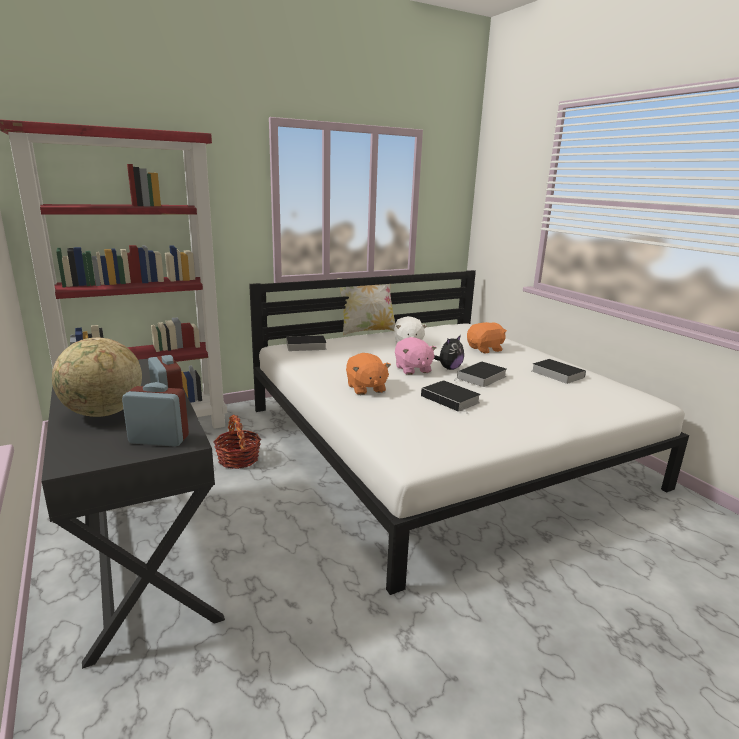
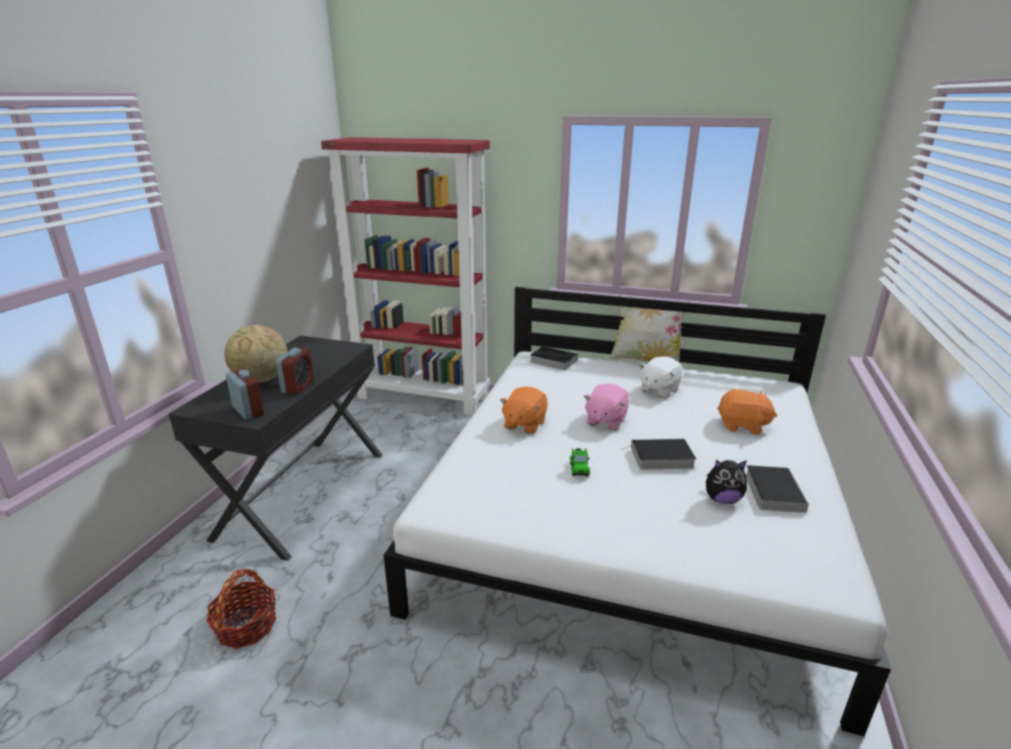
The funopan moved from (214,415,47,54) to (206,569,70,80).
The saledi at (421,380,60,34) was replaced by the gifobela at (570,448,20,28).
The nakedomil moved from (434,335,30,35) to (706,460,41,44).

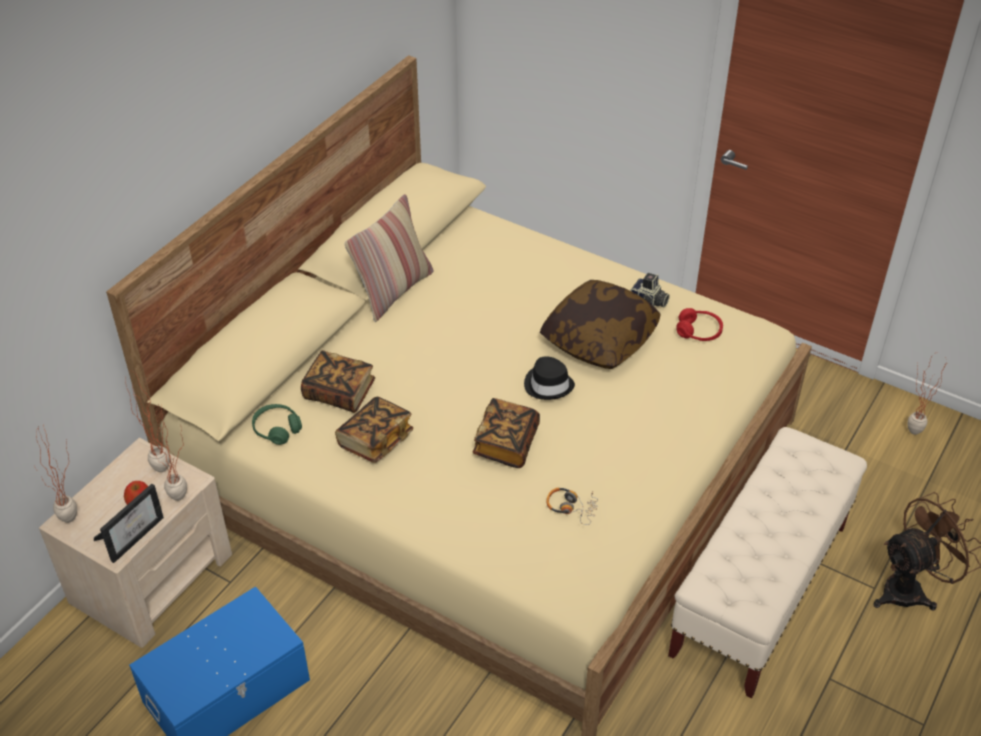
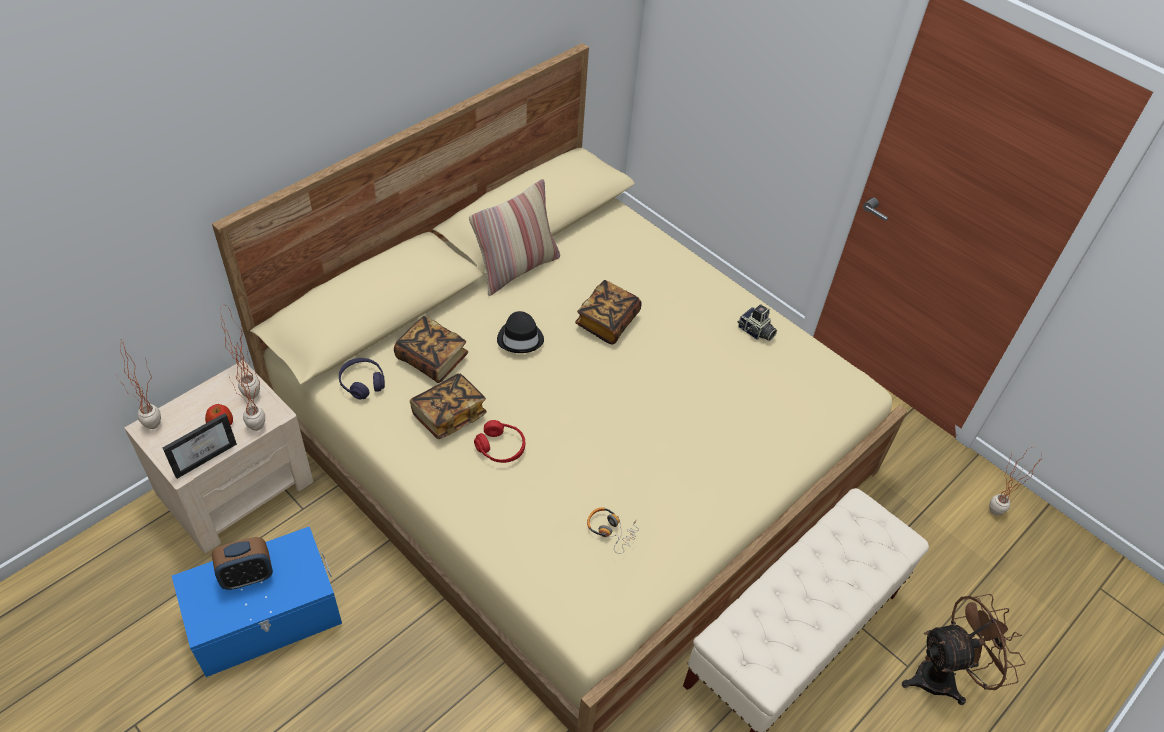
The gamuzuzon at (212,537,61,53) appeared.
The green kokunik at (252,404,50,41) became the purple kokunik at (339,358,46,41).
The red kokunik moved from (676,308,47,33) to (474,420,51,43).
The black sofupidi moved from (524,356,51,44) to (497,311,47,42).
The saledi moved from (473,398,67,70) to (575,280,67,64).
The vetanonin at (540,280,121,89) disappeared.

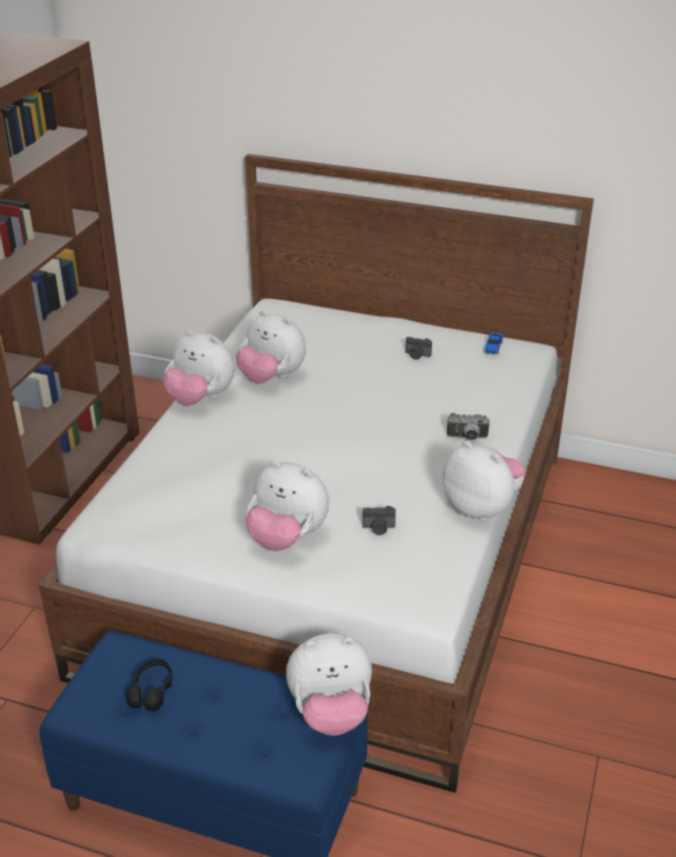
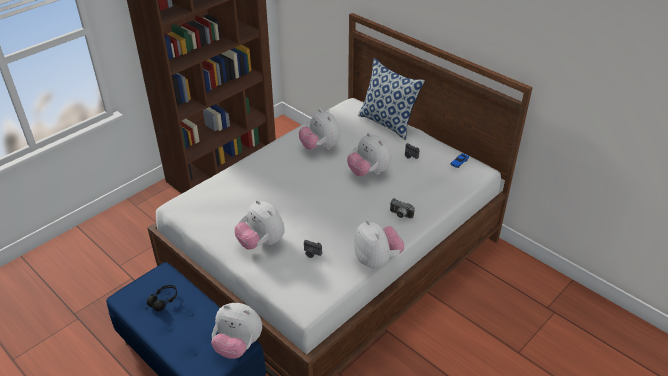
The nakedomil moved from (163,330,72,76) to (347,133,44,43).
The vetanonin at (358,58,67,82) appeared.

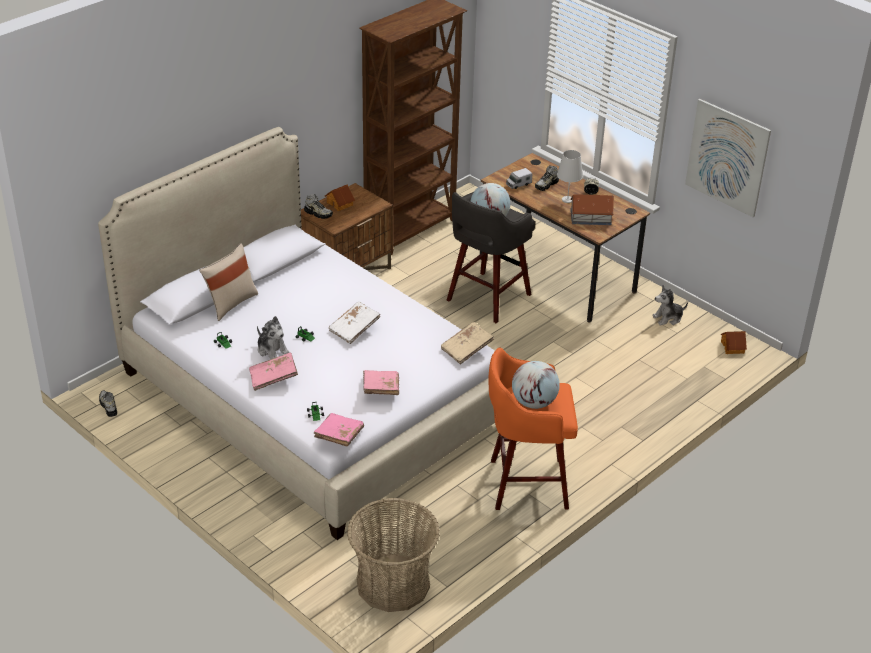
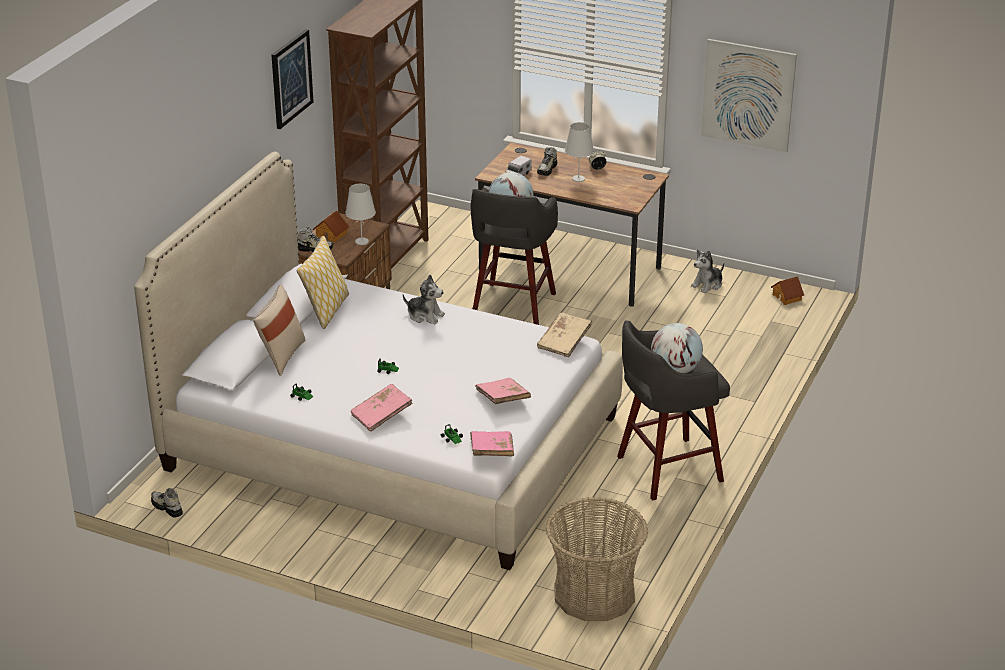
The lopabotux at (271,29,42,100) appeared.
The vetanonin at (297,236,52,93) appeared.
The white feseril at (345,184,31,61) appeared.
The nakedomil moved from (257,316,33,43) to (403,275,42,49).
The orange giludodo at (489,347,89,163) became the grey giludodo at (617,320,113,181).
The white saledi at (329,302,52,42) disappeared.
The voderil at (570,194,44,31) disappeared.

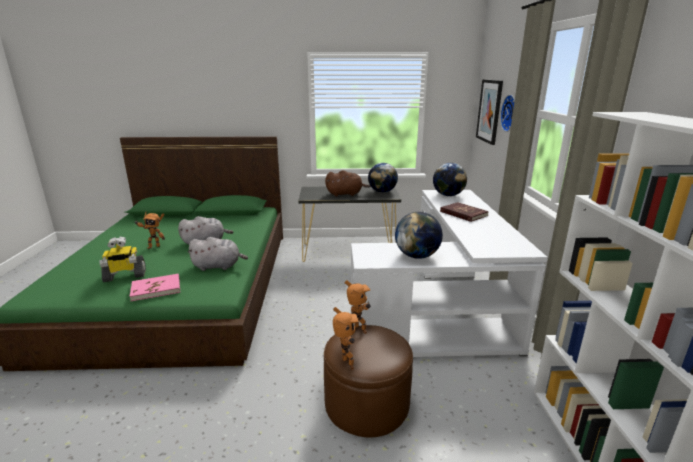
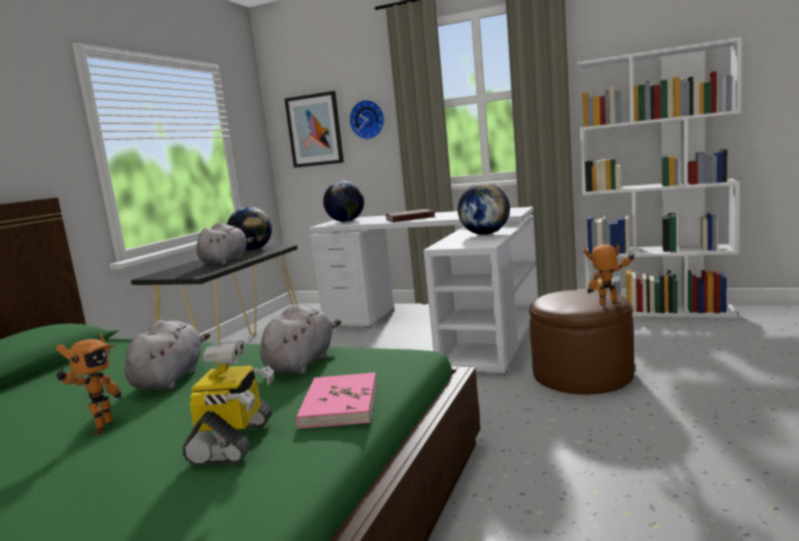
The brown nakedomil at (325,170,45,26) became the grey nakedomil at (196,222,58,43).
The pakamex at (345,280,26,54) disappeared.

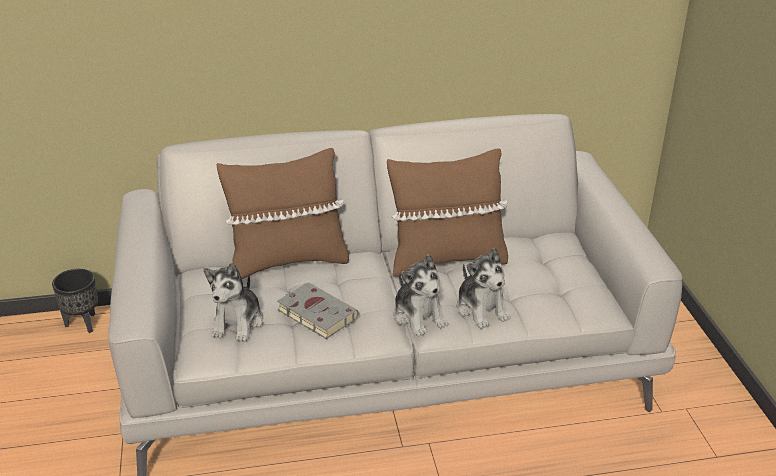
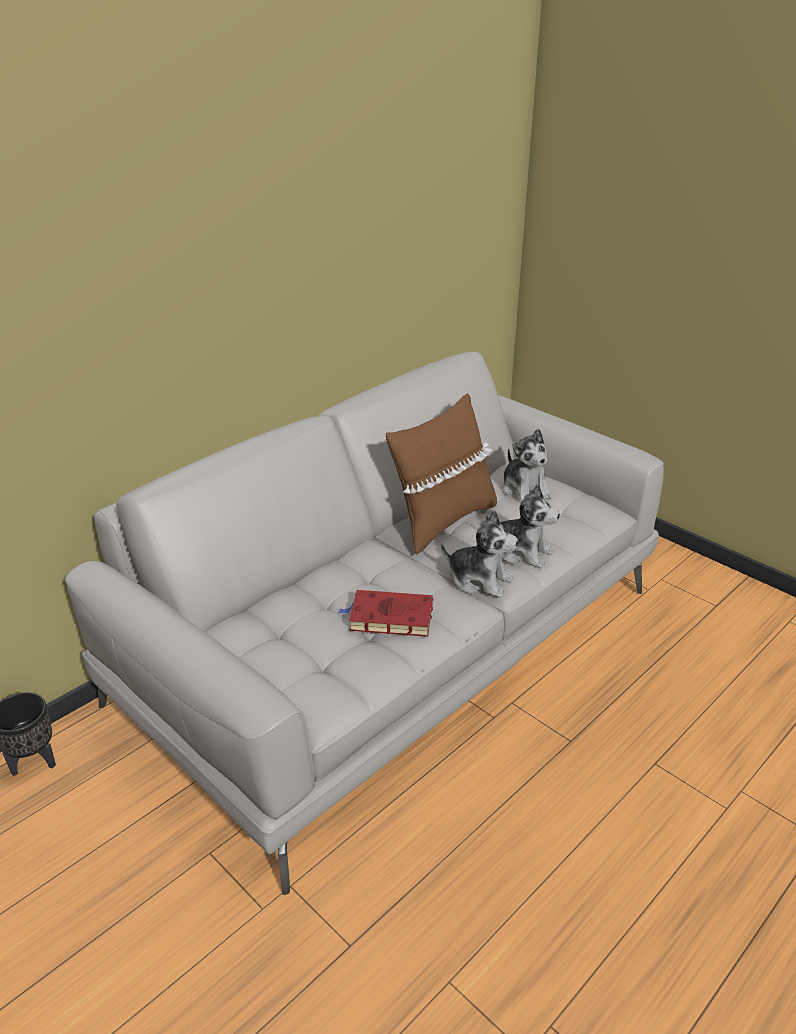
The grey saledi at (277,282,81,57) became the red saledi at (339,590,94,47).
The nakedomil moved from (204,263,59,79) to (502,428,50,74).
The brown vetanonin at (217,148,132,131) disappeared.

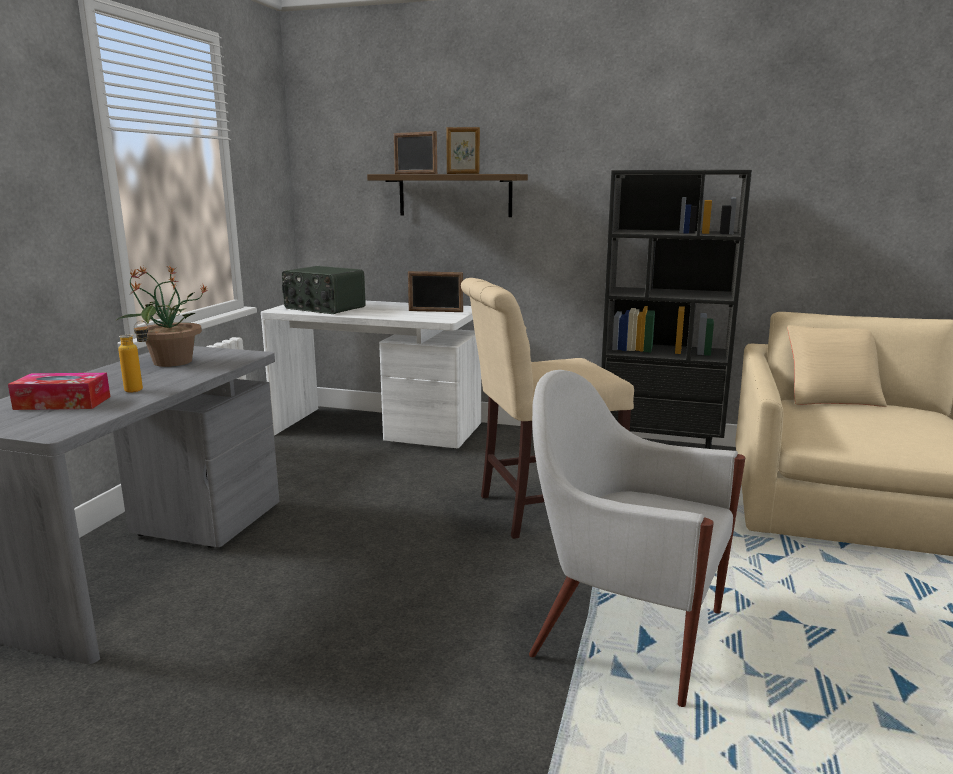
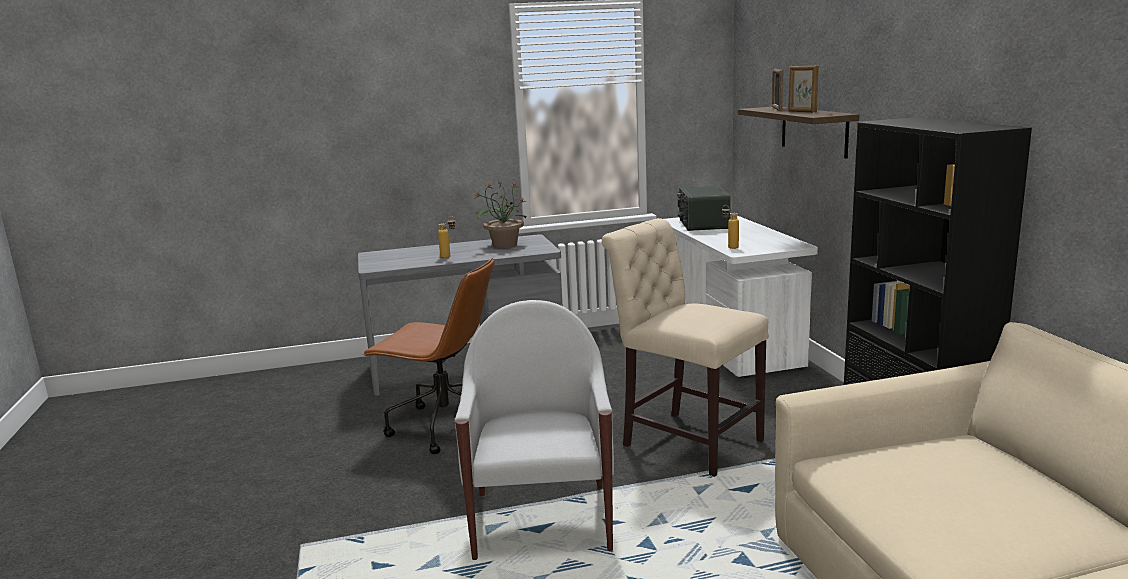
The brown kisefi at (362,258,133,196) appeared.
The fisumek at (722,205,17,44) appeared.
The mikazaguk at (8,373,102,37) disappeared.
The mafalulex at (408,271,55,41) disappeared.
The beige vetanonin at (787,325,100,82) disappeared.

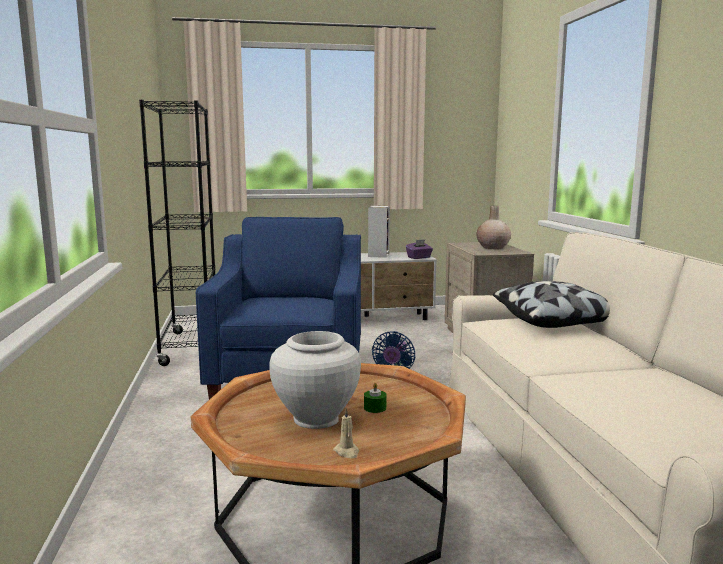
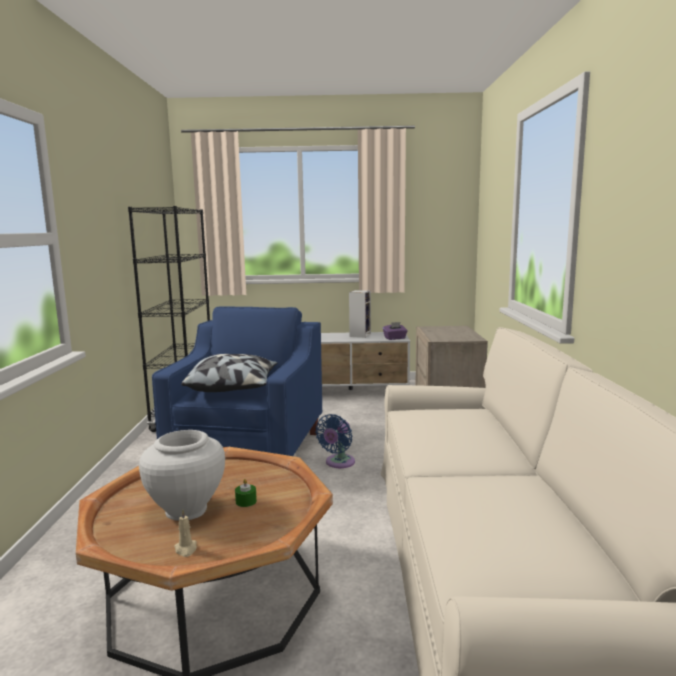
The vetanonin moved from (493,281,117,47) to (181,354,96,38).
The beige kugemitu at (476,206,35,43) disappeared.

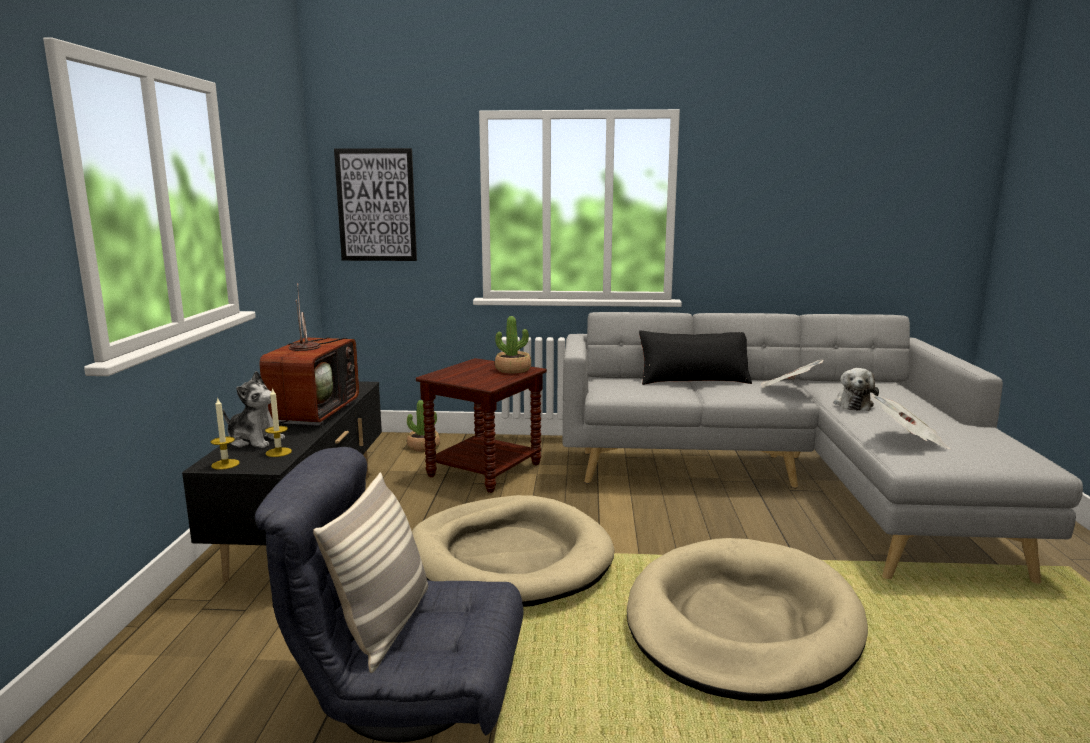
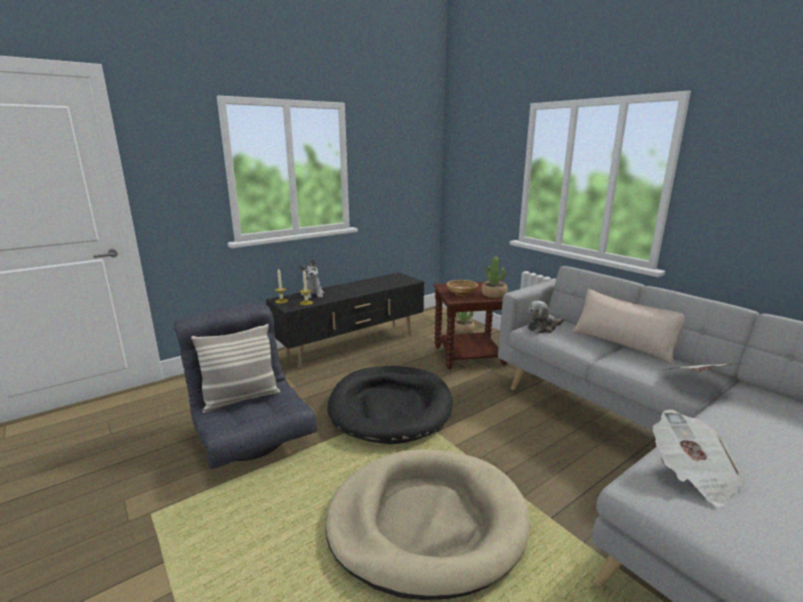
The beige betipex at (412,495,203,112) became the black betipex at (327,366,125,78).
The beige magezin at (447,280,31,16) appeared.
The nakedomil moved from (833,368,46,43) to (528,301,36,33).
The black vetanonin at (639,330,113,55) became the beige vetanonin at (572,289,113,75).
The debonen at (259,283,100,143) disappeared.
The lopabotux at (334,148,83,113) disappeared.

